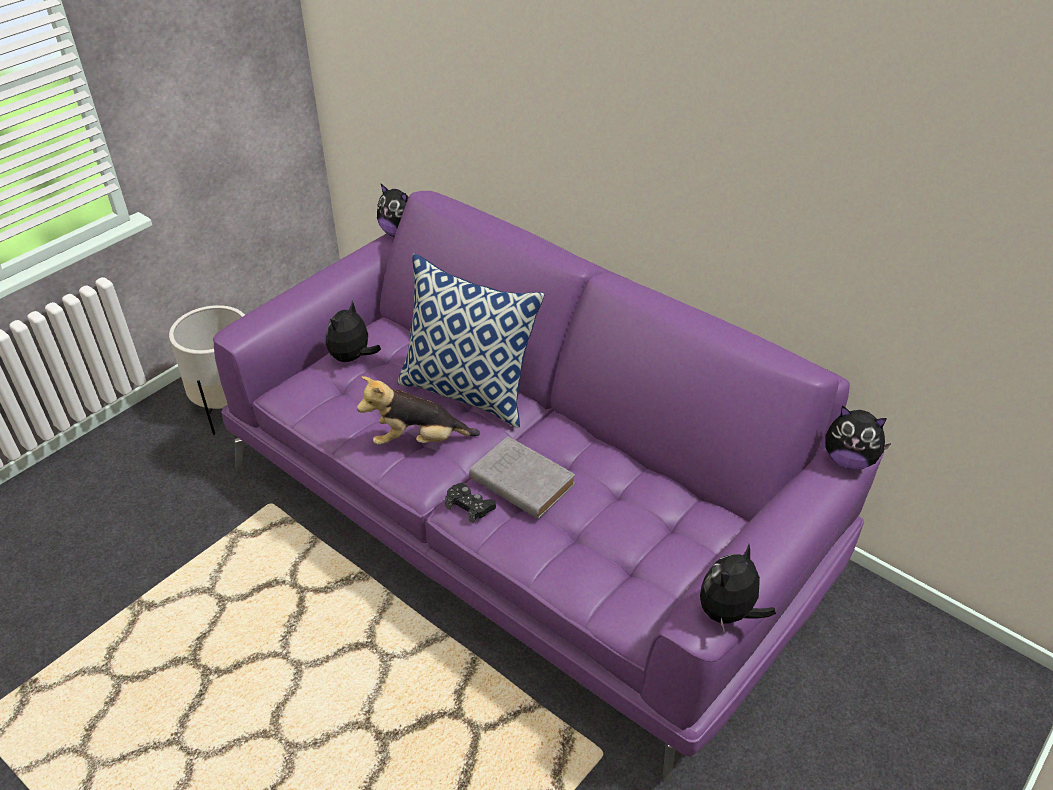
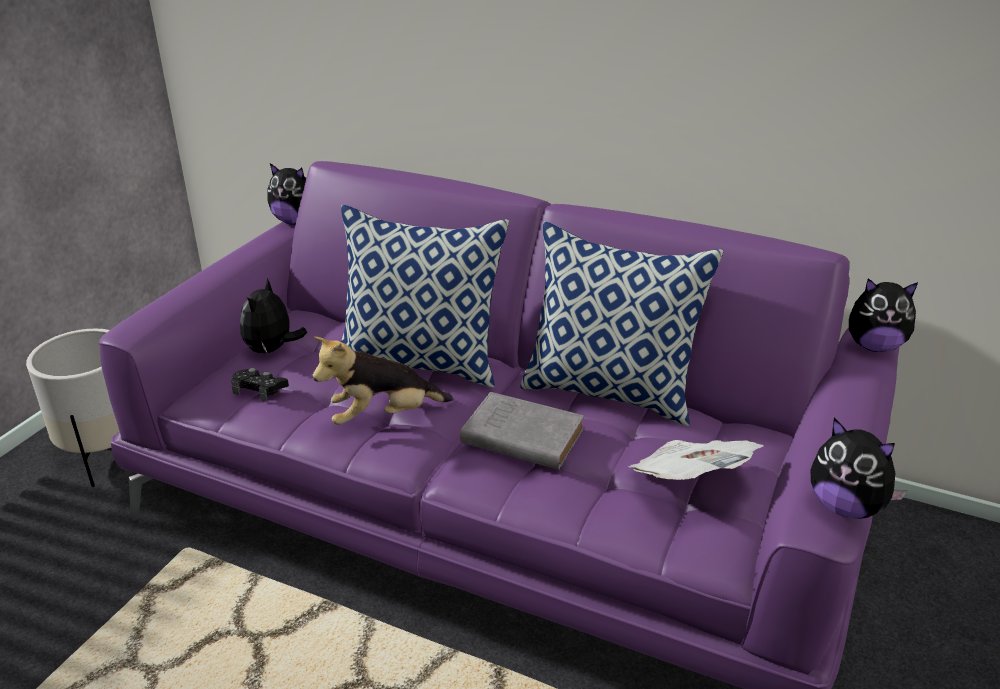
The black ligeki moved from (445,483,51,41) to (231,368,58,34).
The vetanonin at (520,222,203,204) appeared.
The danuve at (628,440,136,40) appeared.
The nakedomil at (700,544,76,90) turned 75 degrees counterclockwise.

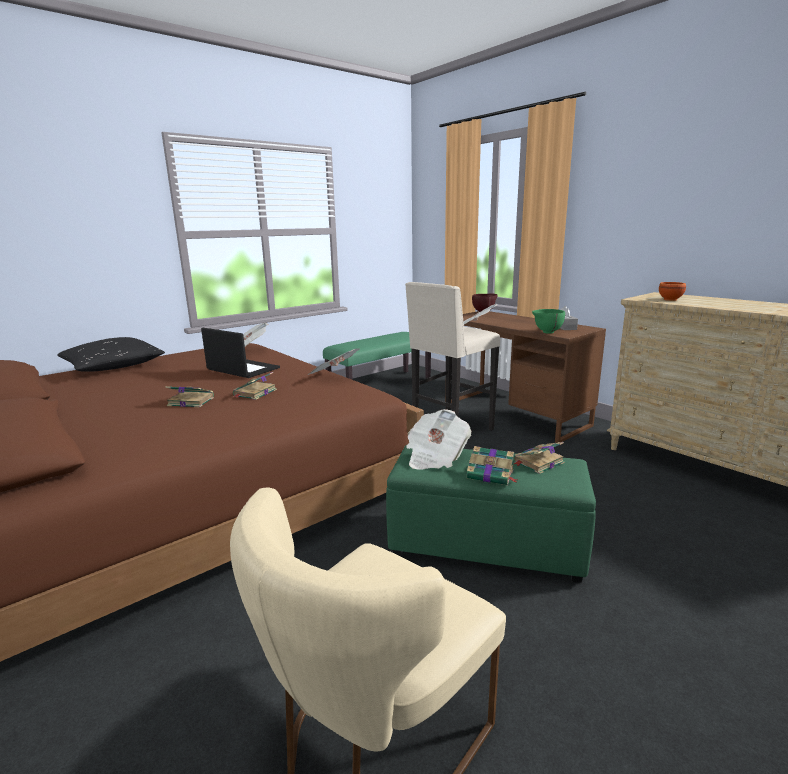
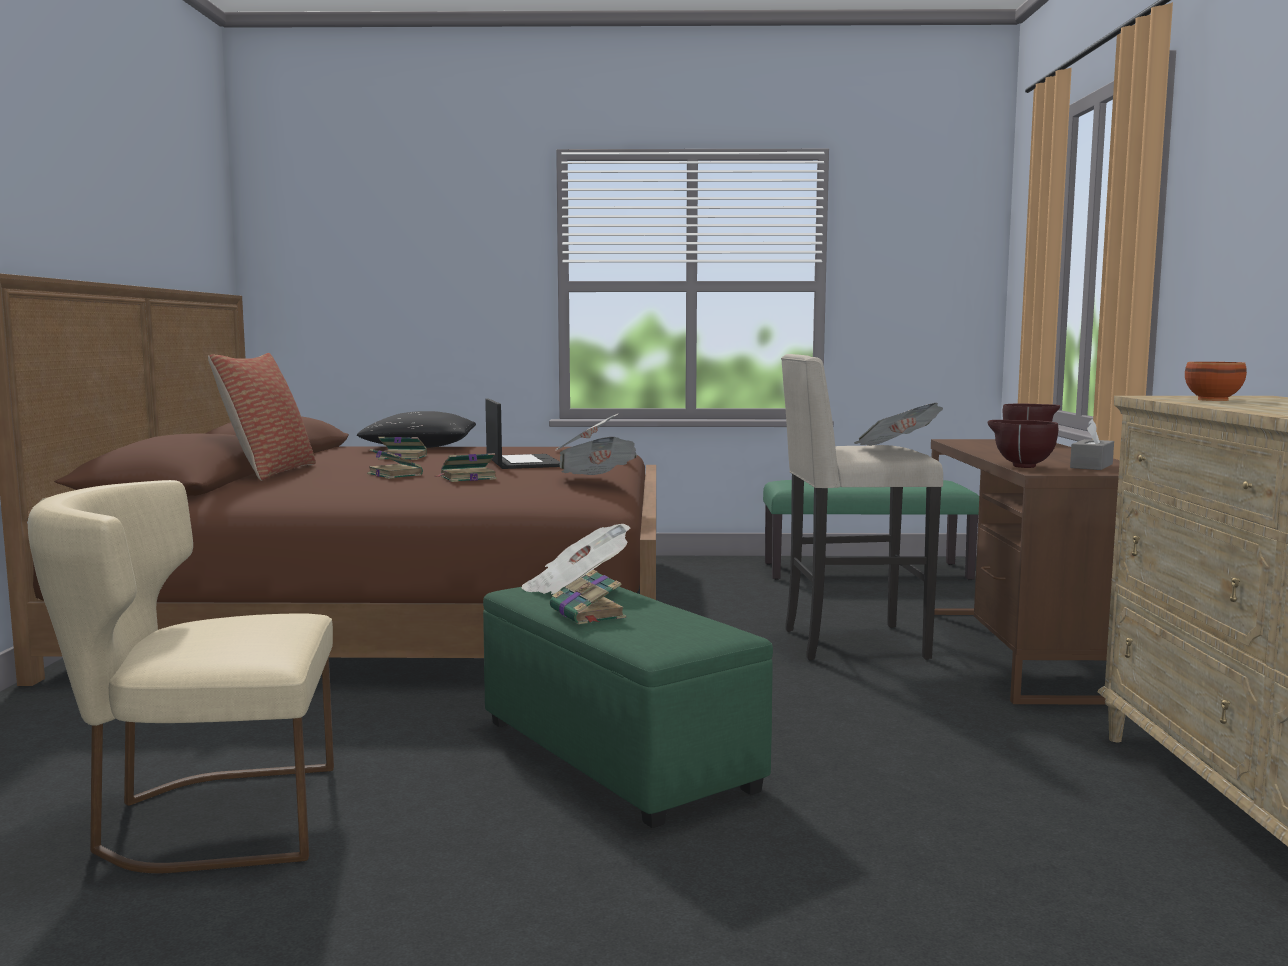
The vetanonin at (208,353,108,128) appeared.
The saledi moved from (514,442,51,32) to (378,437,49,23).
The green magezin at (532,309,33,25) became the brown magezin at (988,420,70,48).

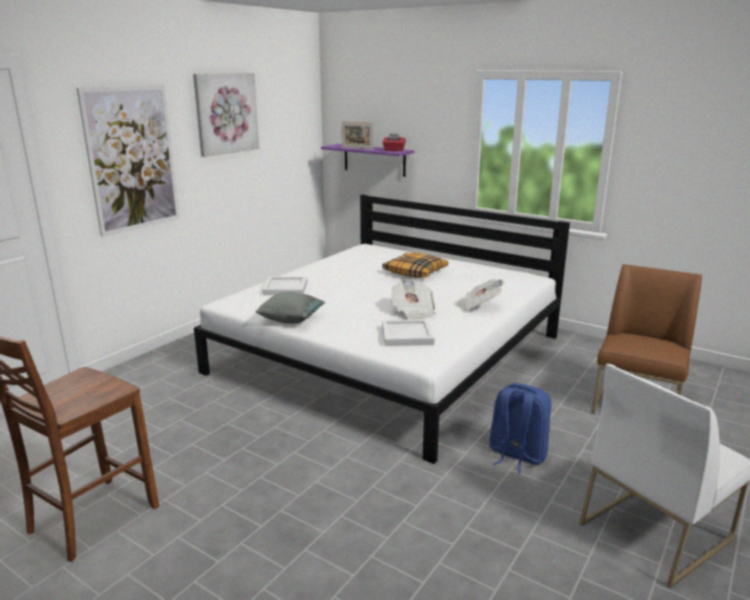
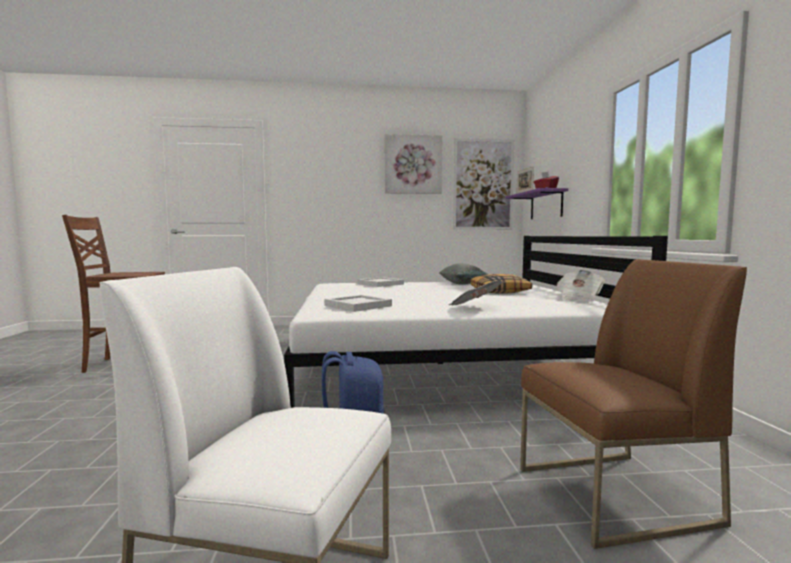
The grey vetanonin moved from (255,292,70,32) to (439,263,48,22).
The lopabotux moved from (77,85,103,152) to (453,138,61,92).
The danuve moved from (391,279,45,41) to (557,270,49,30).

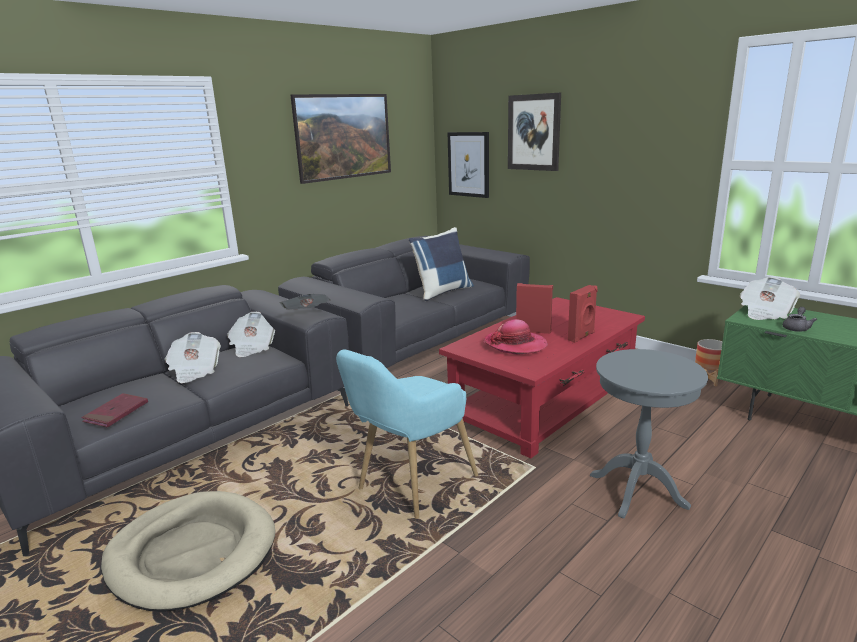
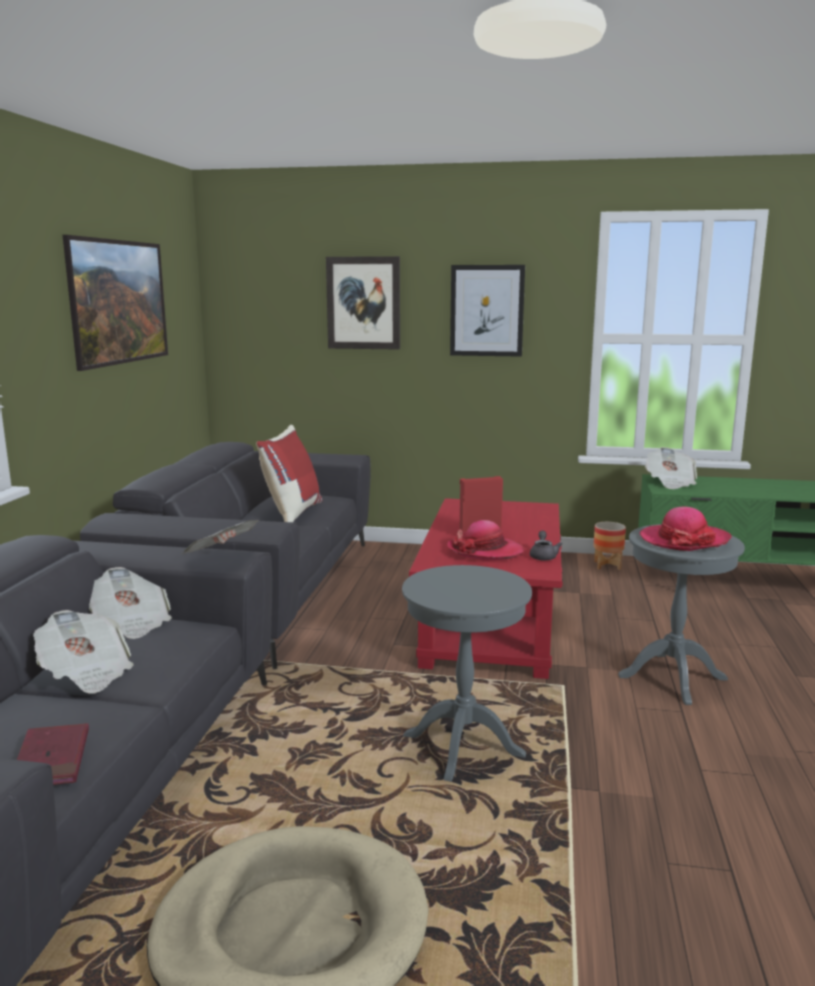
The blue vetanonin at (408,227,66,74) became the red vetanonin at (256,425,67,97).
The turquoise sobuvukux at (336,350,142,169) was replaced by the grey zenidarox at (402,565,130,217).
The lopabotux moved from (447,132,42,66) to (450,265,75,92).
The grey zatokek moved from (783,307,34,25) to (530,531,33,30).
The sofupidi at (639,506,92,45) appeared.
The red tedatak at (568,285,30,58) disappeared.

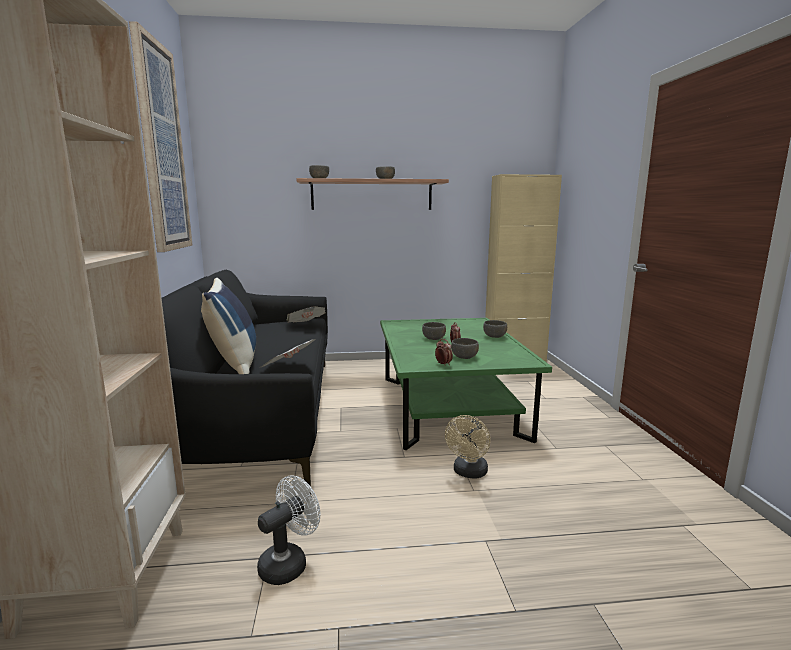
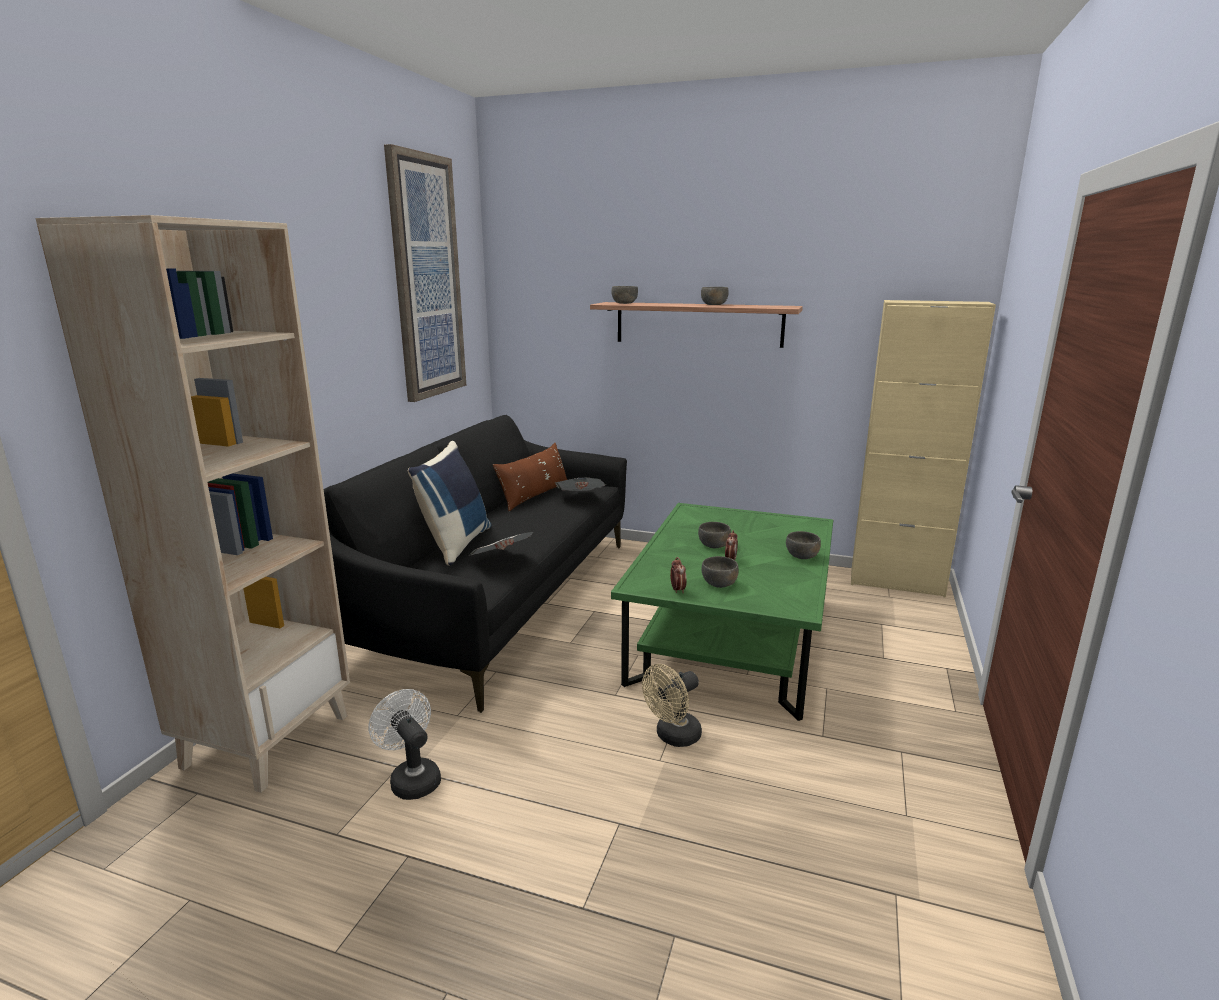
The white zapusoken at (257,475,63,110) turned 105 degrees counterclockwise.
The brown vetanonin at (493,443,74,68) appeared.

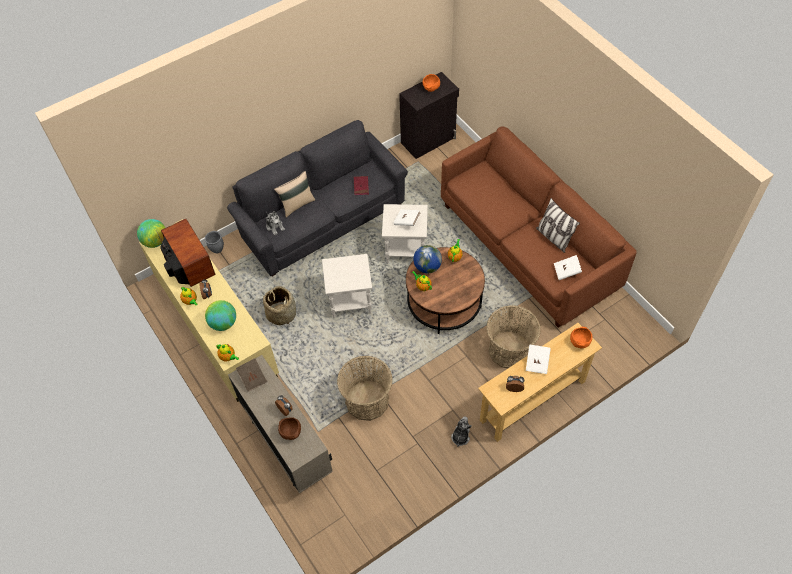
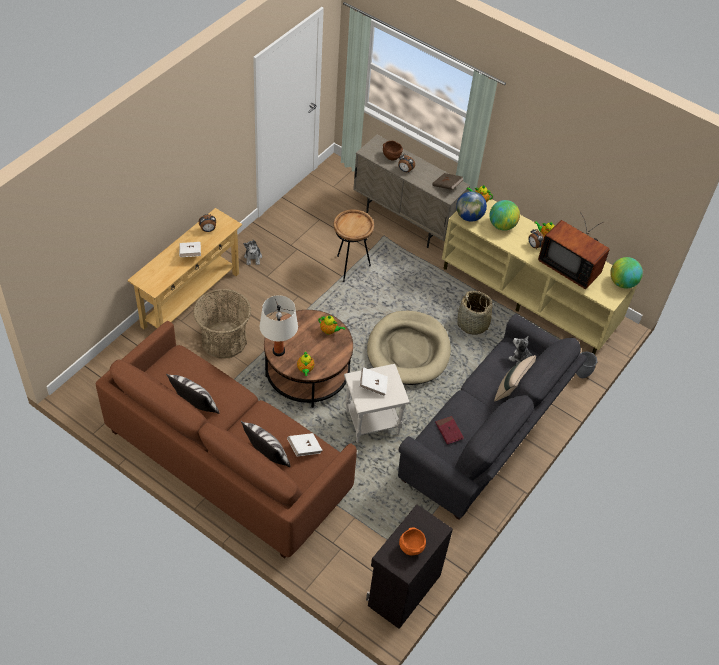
The vetanonin at (241,421,49,46) appeared.
The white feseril at (260,295,38,61) appeared.
The white saledi moved from (554,255,28,25) to (287,433,36,23).
The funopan at (337,356,55,65) was replaced by the brown zenidarox at (334,209,40,73).
The white zenidarox at (322,254,50,64) was replaced by the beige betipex at (367,310,84,75).
The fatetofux moved from (413,245,29,28) to (456,191,31,31).
The orange magezin at (570,327,22,21) disappeared.

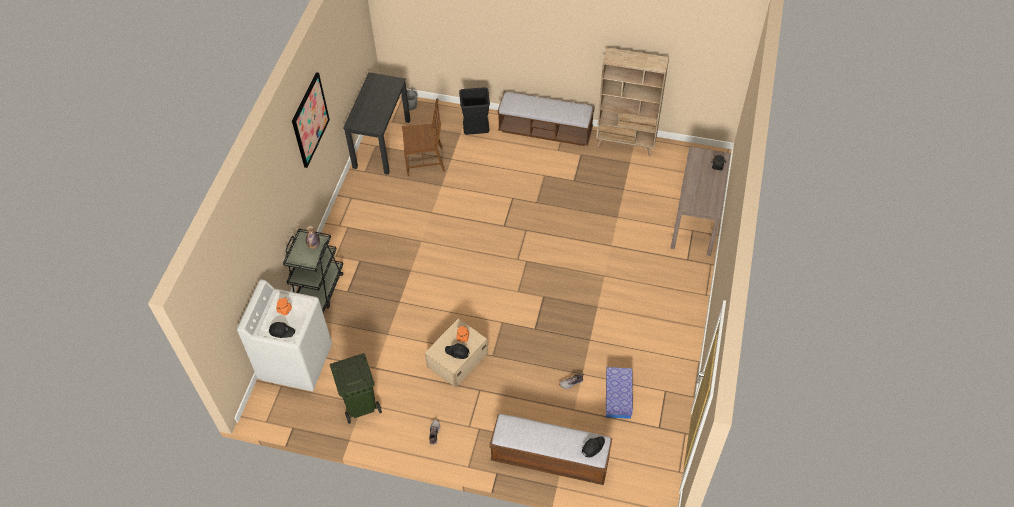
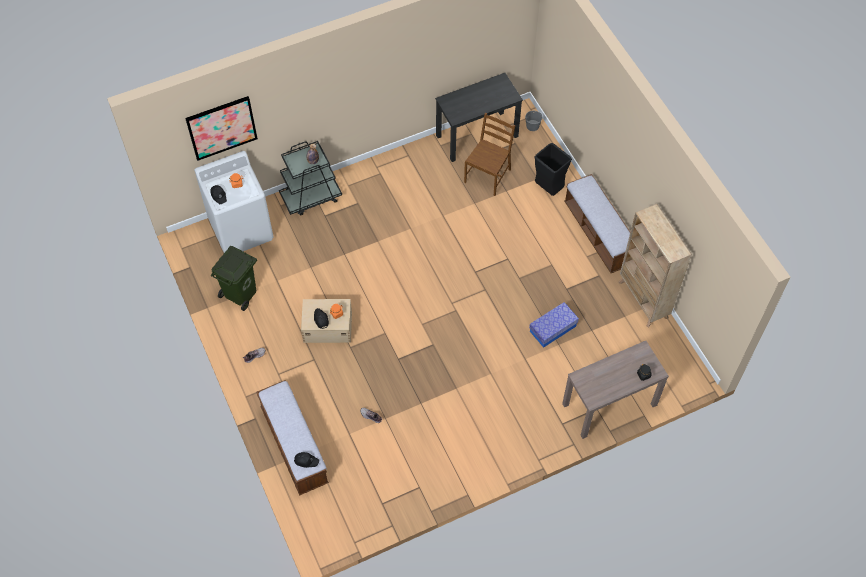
The lopabotux moved from (292,72,38,96) to (185,96,73,65).
The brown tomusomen at (402,98,43,78) turned 105 degrees counterclockwise.
The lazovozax moved from (606,367,27,52) to (529,302,50,46).

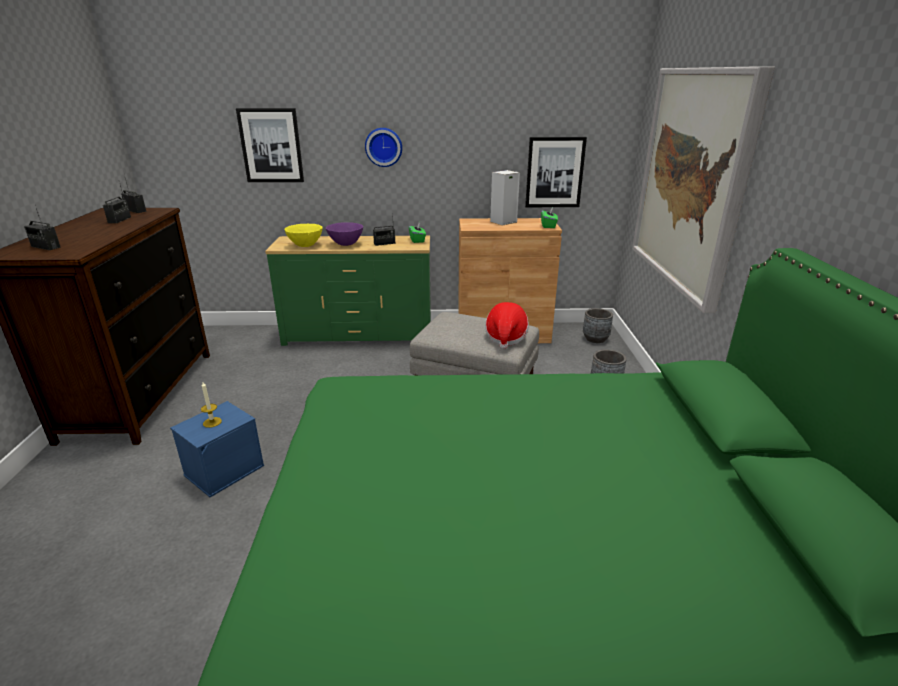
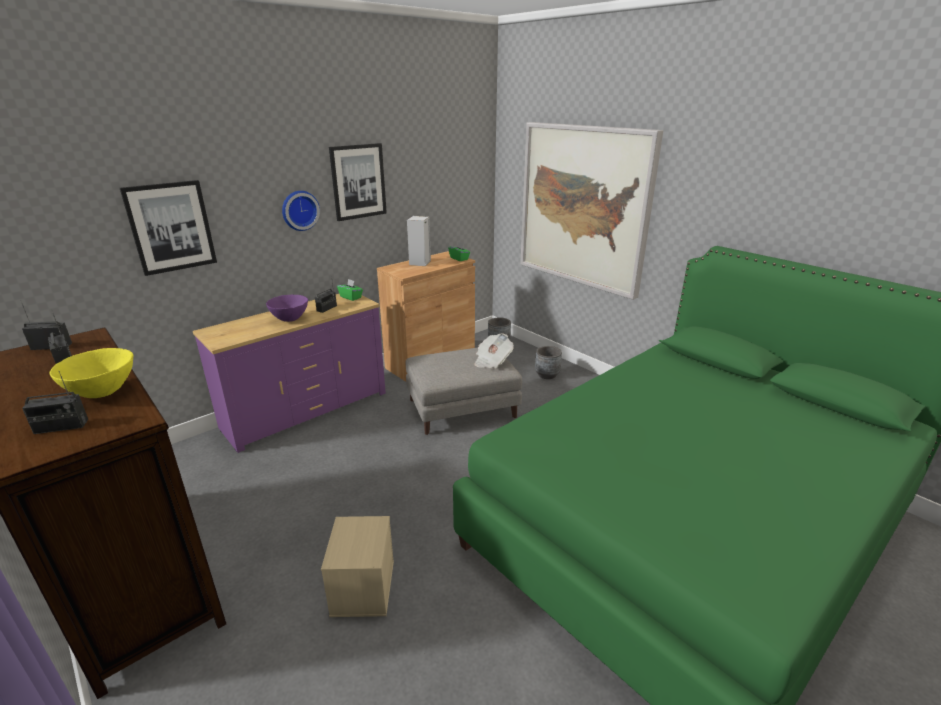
The yellow magezin moved from (284,224,39,23) to (49,348,84,50).
The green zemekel at (265,236,166,110) became the purple zemekel at (193,294,193,159).
The blue lazovozax at (170,401,94,96) became the beige lazovozax at (321,516,73,101).
The lopabotux moved from (525,137,62,70) to (329,143,58,78).
The sofupidi at (485,302,44,47) was replaced by the danuve at (474,333,40,35).
The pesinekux at (201,383,21,45) disappeared.

